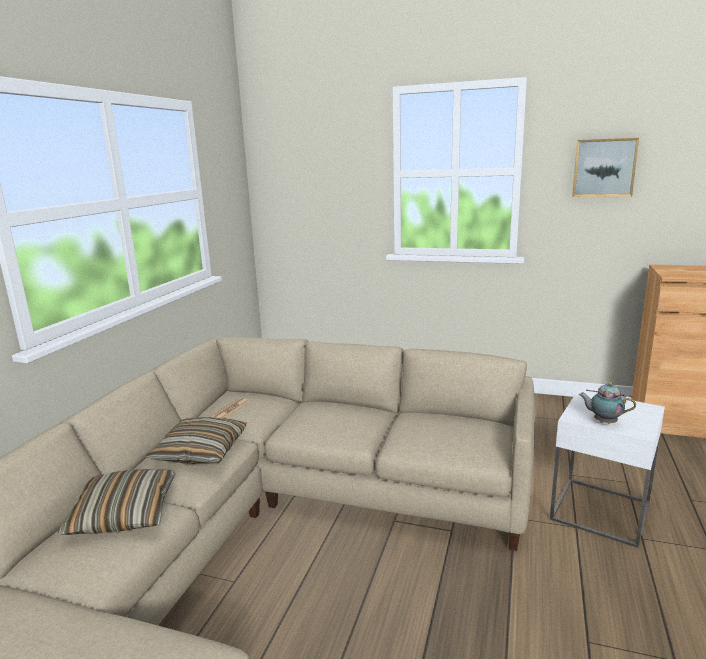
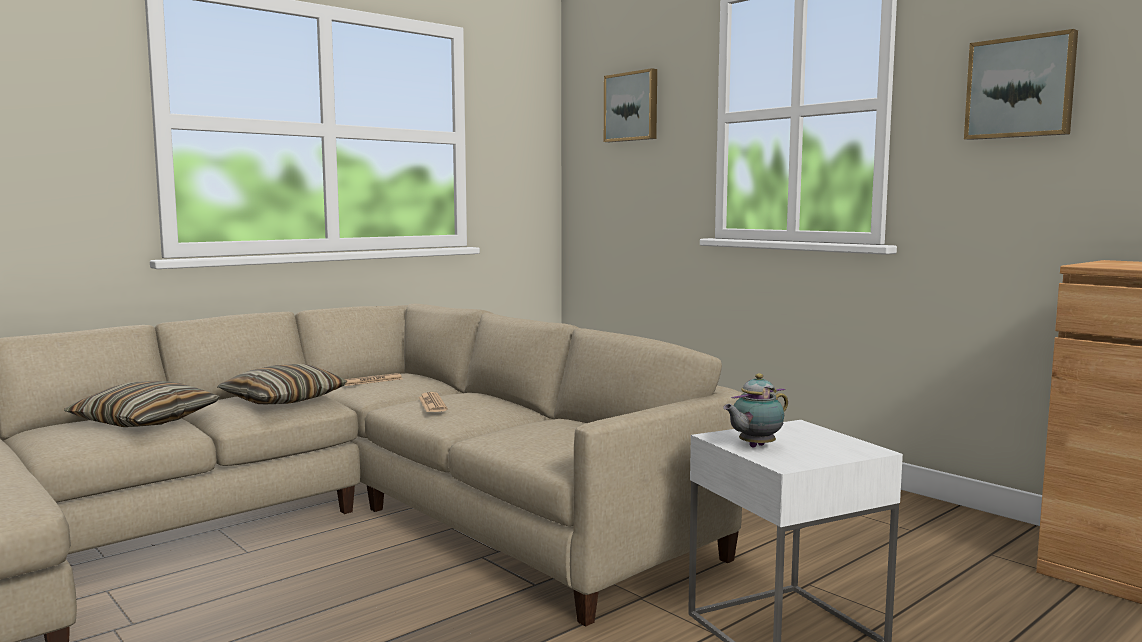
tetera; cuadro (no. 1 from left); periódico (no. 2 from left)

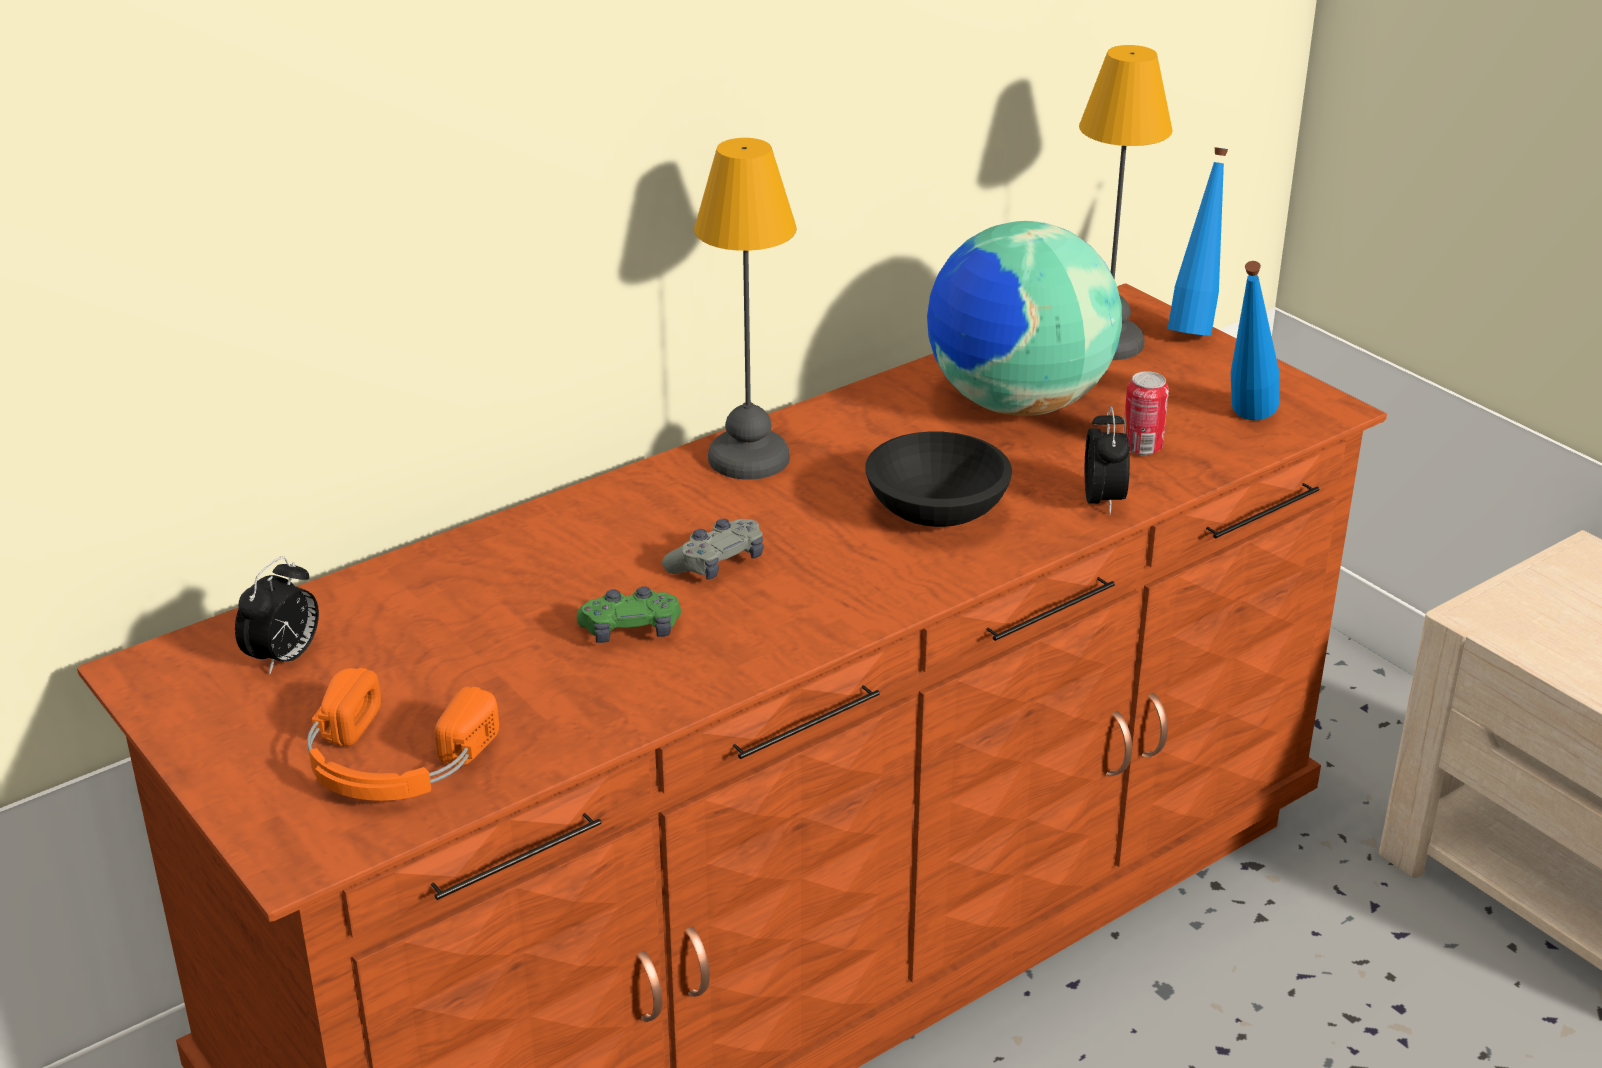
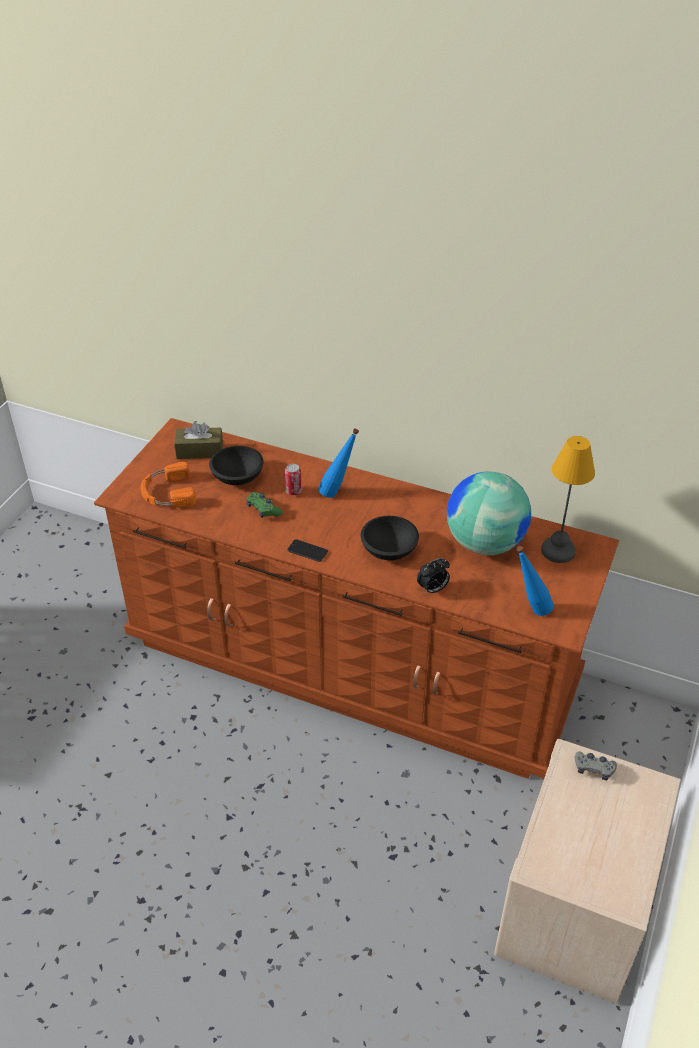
lámpara de mesa (no. 1 from left in the first image); botella (azul) (no. 1 from left); lata; mando de consola (gris); caja de pañuelos (marrón); cuenco (negro) (no. 1 from left); móvil

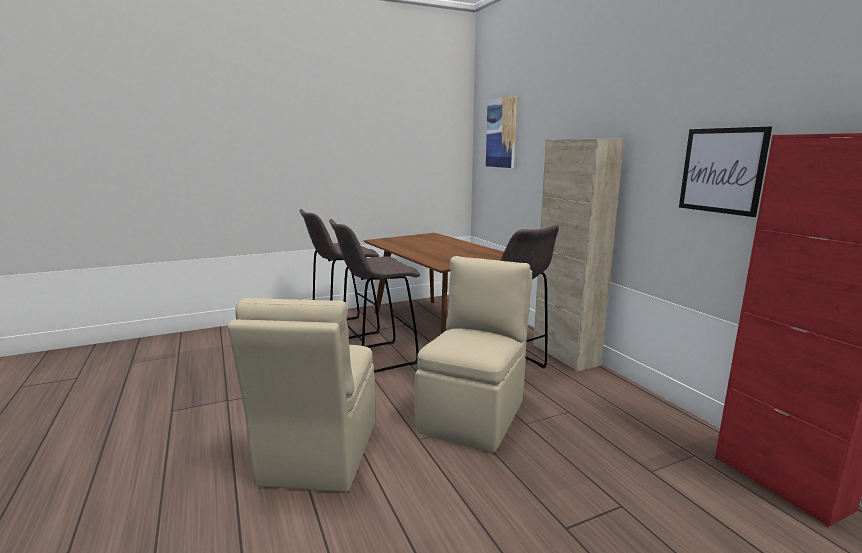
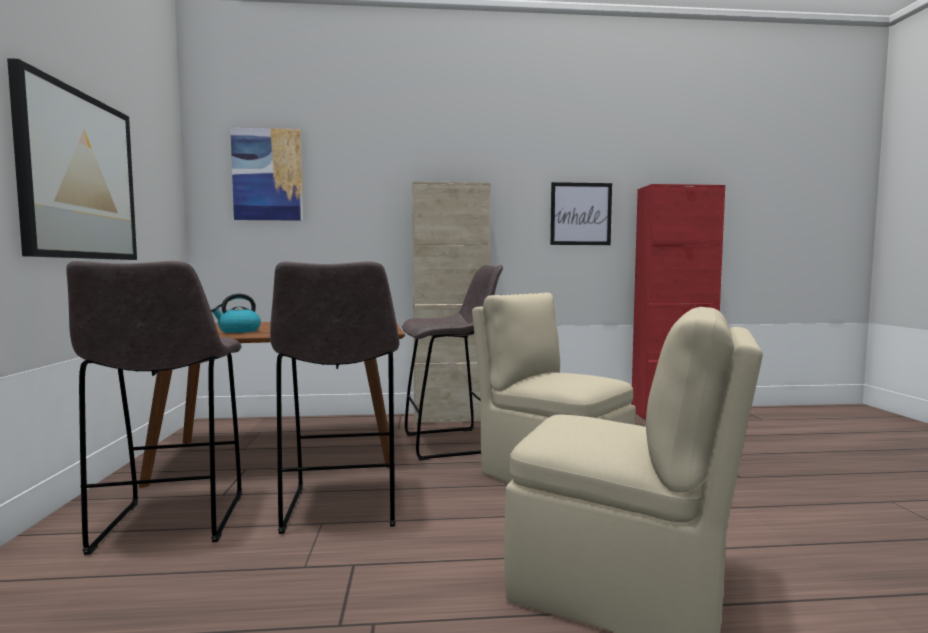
cuadro (no. 1 from left); hervidor

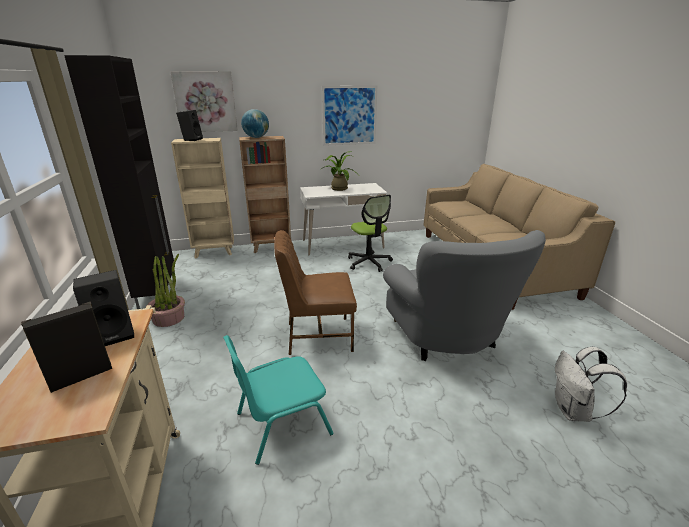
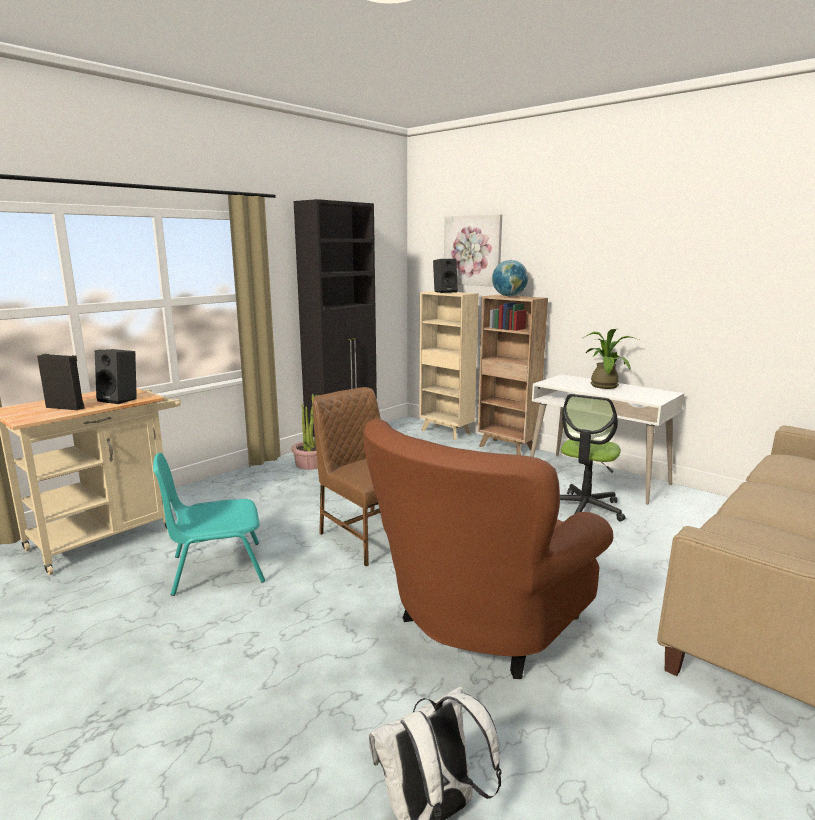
cuadro (no. 2 from left in the first image); sillón (marrón); silla (turquesa)

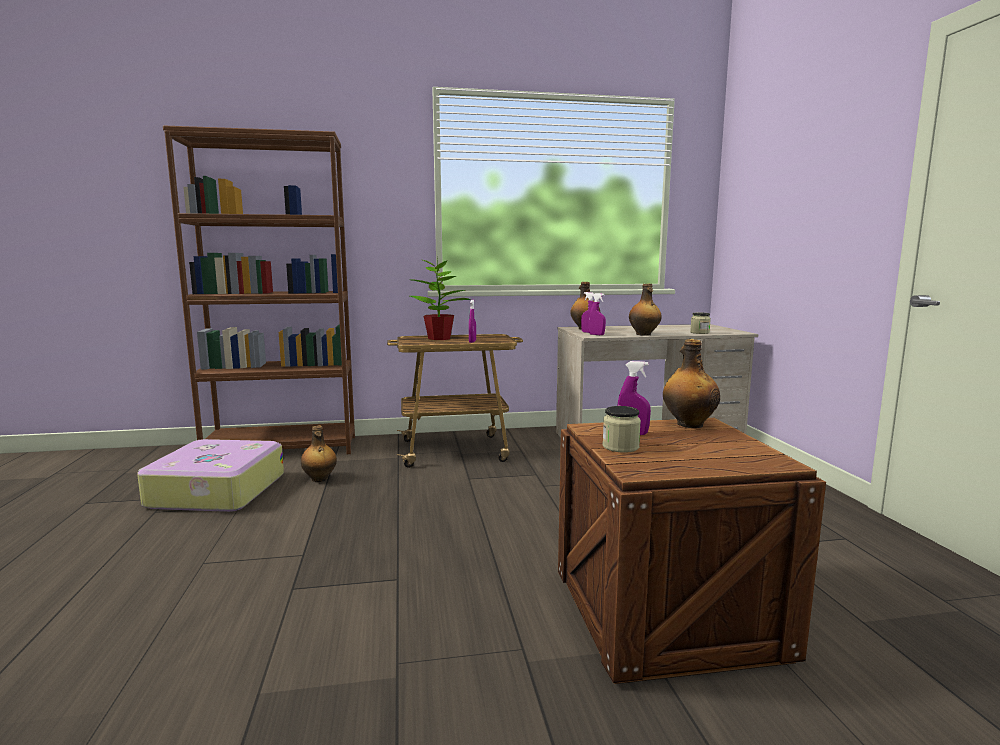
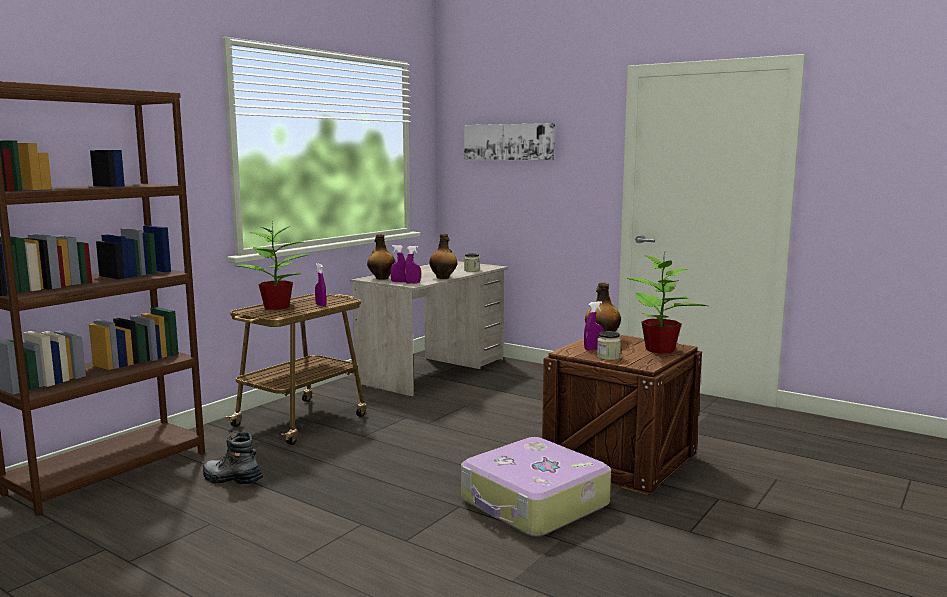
bota; maleta; cuadro; planta en maceta (no. 2 from left)

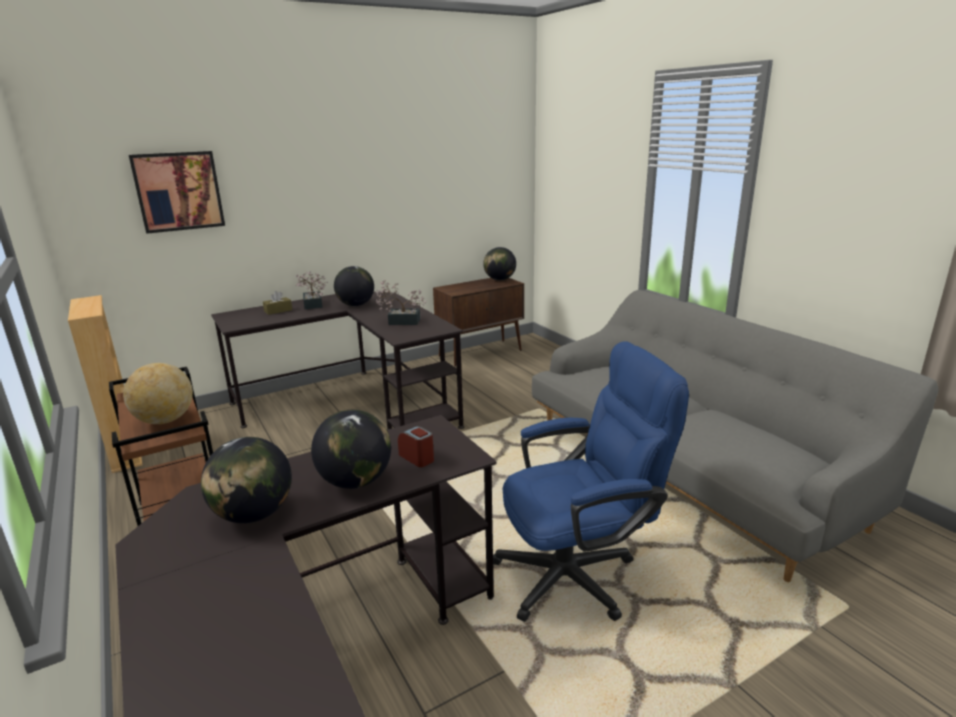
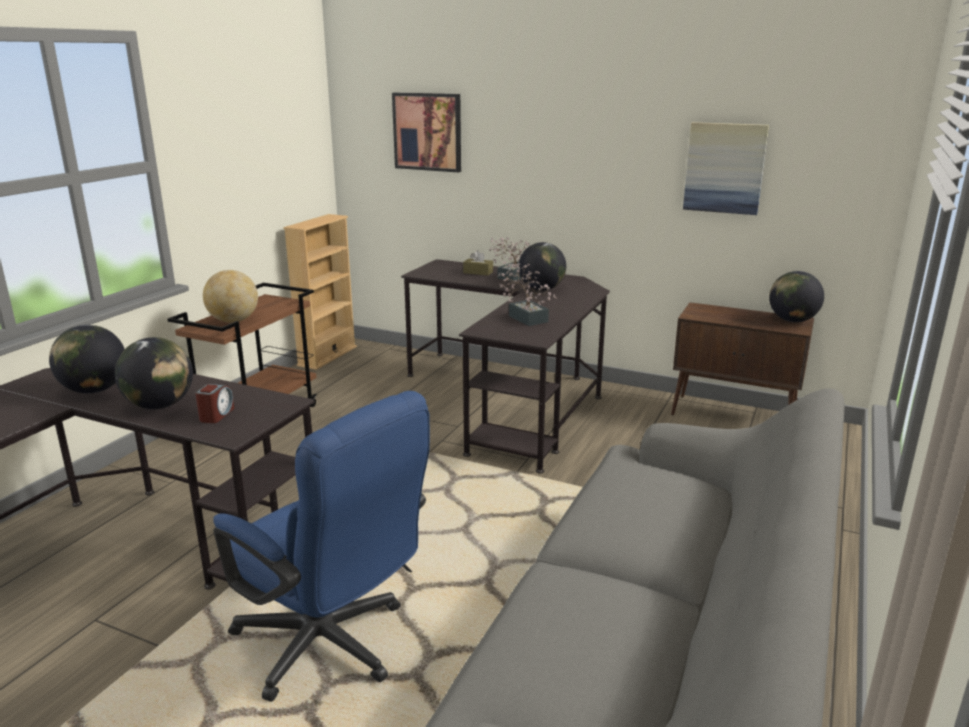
cuadro (no. 2 from left)

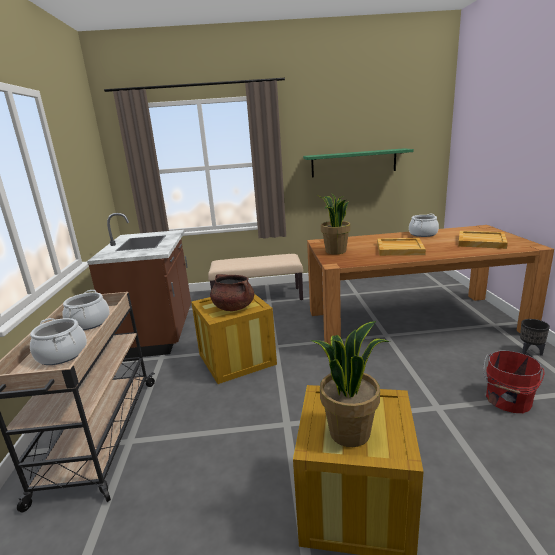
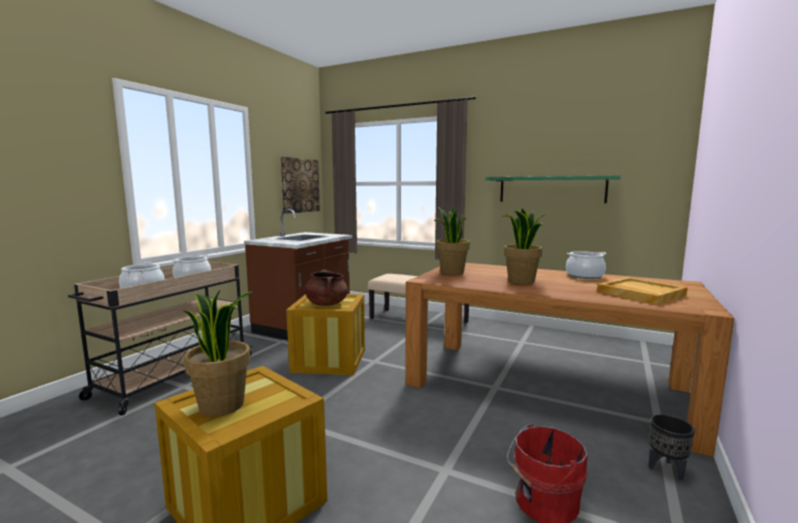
planta en maceta (no. 3 from left); cuadro

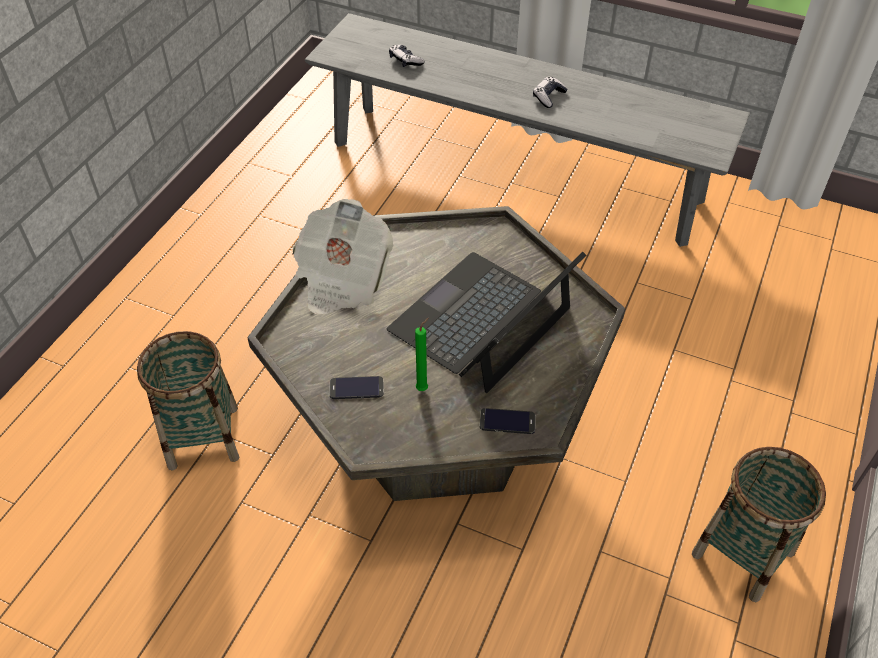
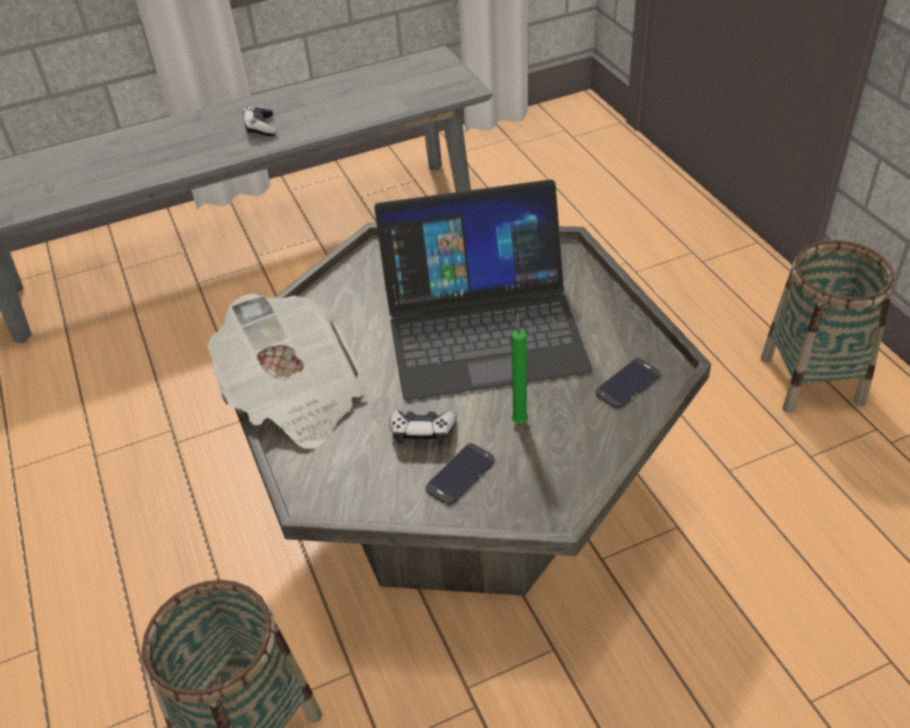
mando de consola (no. 2 from left); portátil

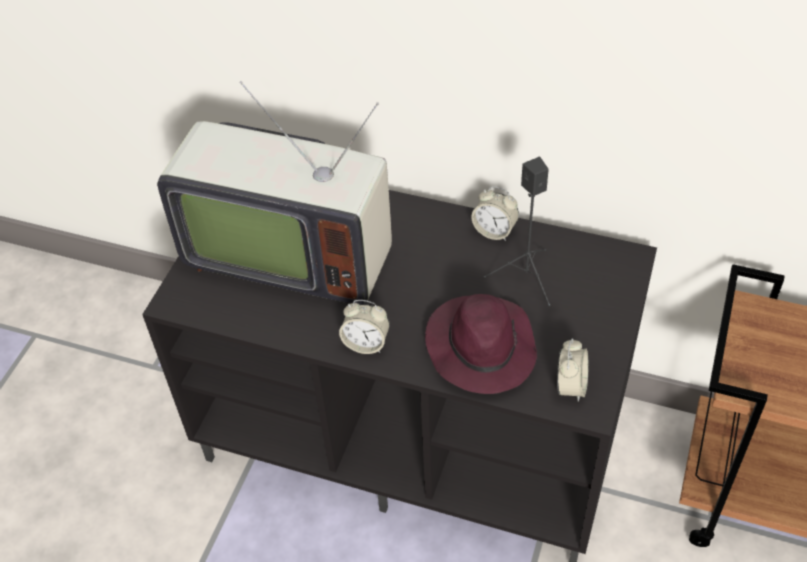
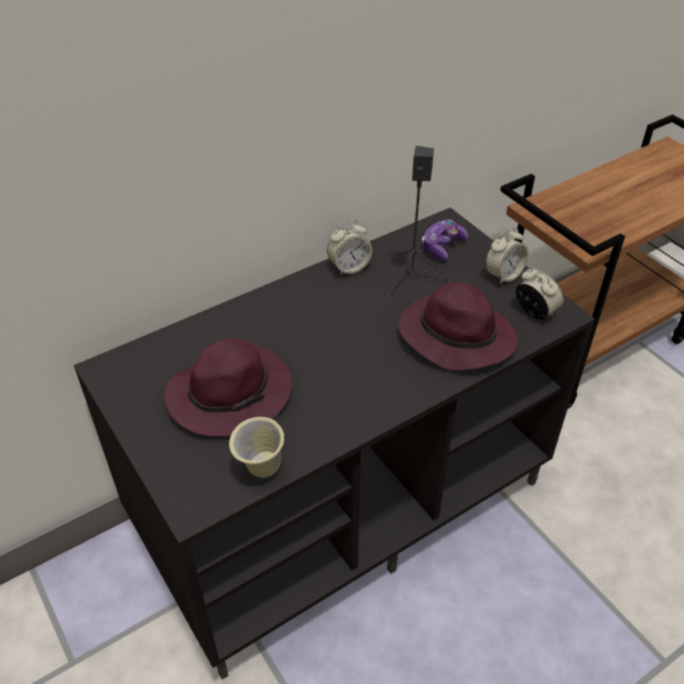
sombrero (morado) (no. 1 from left); despertador (no. 2 from left); mando de consola; taza grande (beis)

